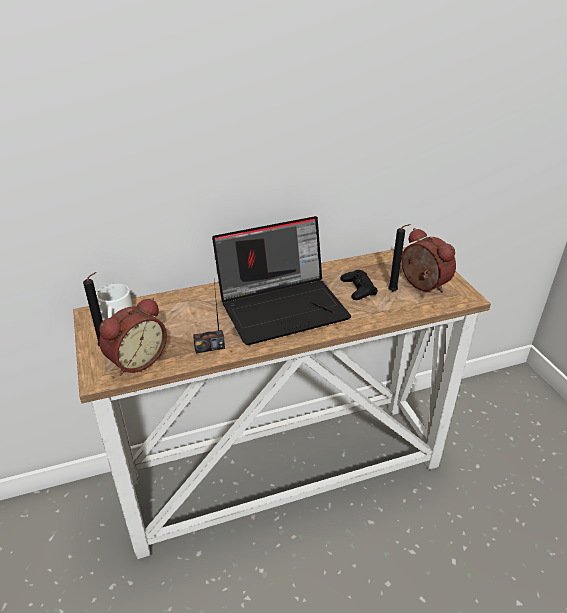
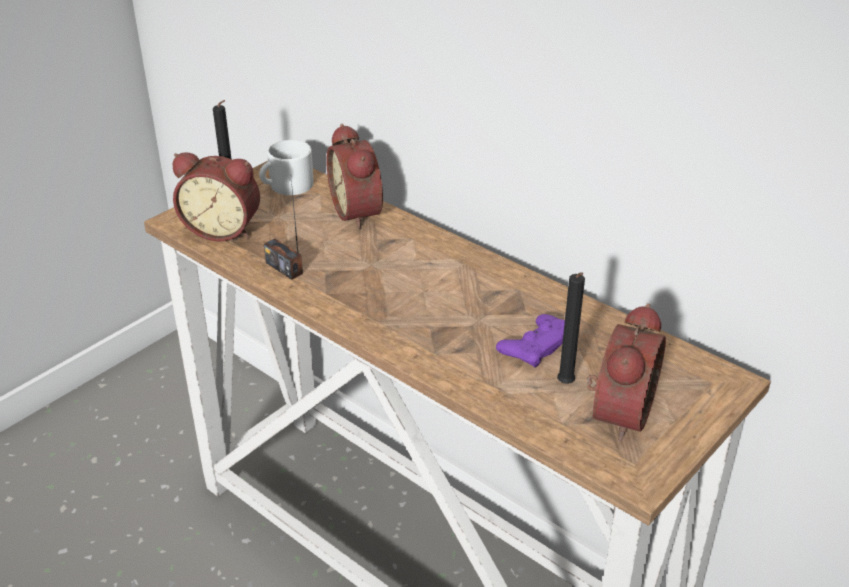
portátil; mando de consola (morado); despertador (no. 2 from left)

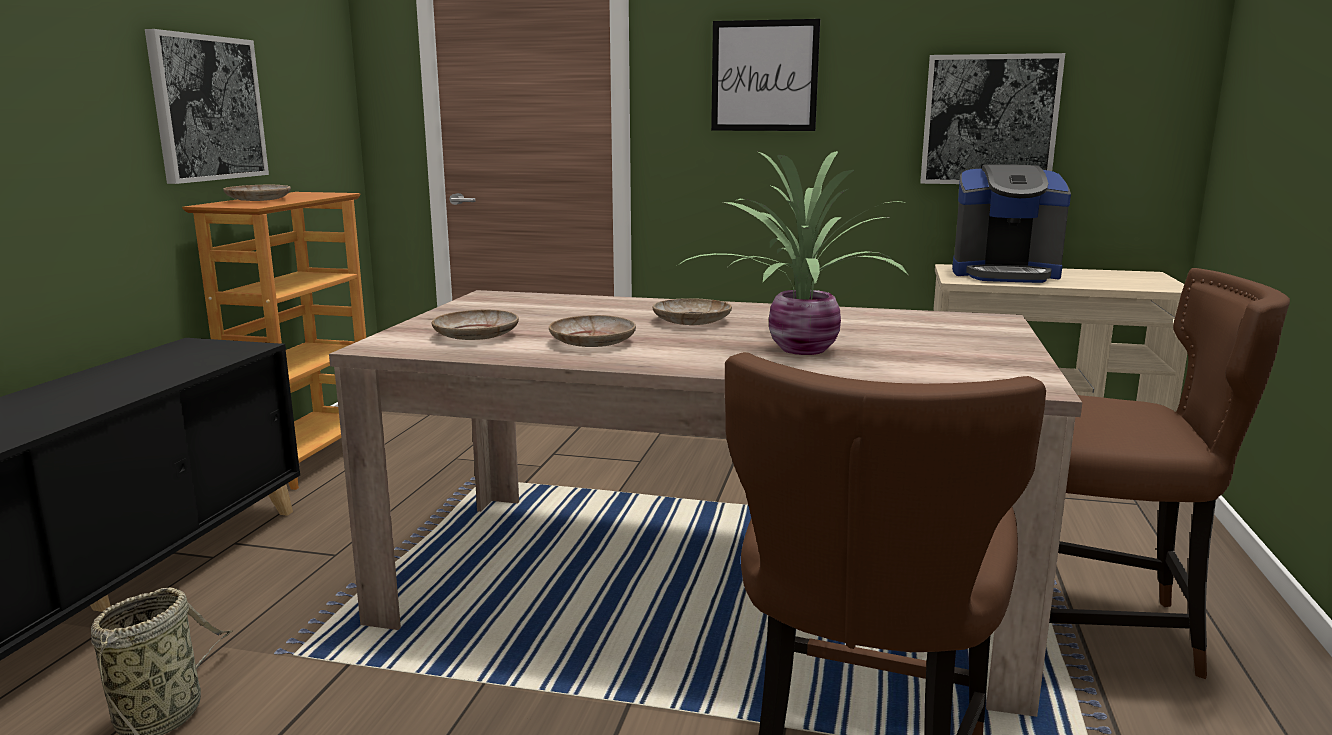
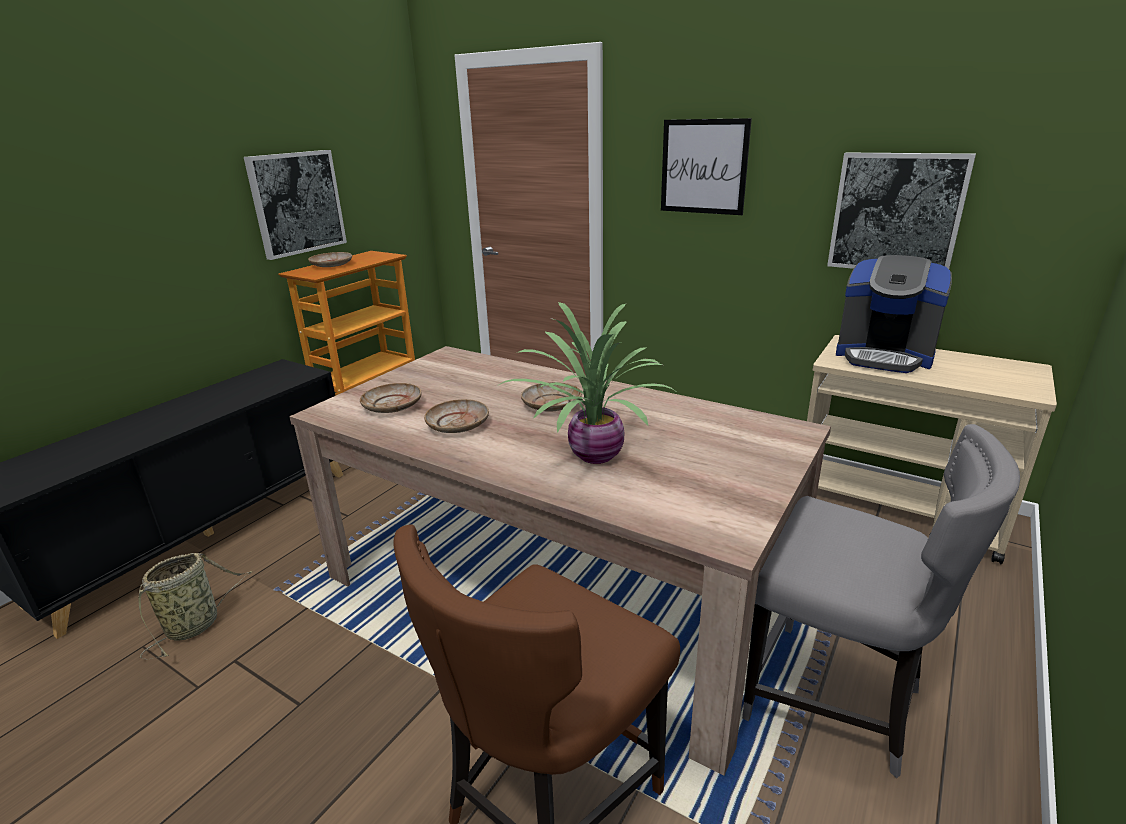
silla (gris)

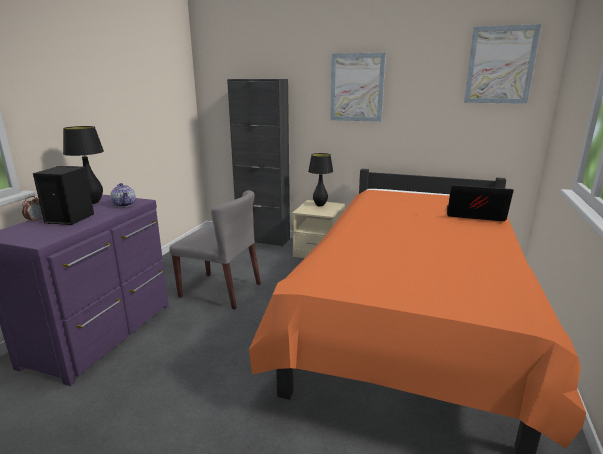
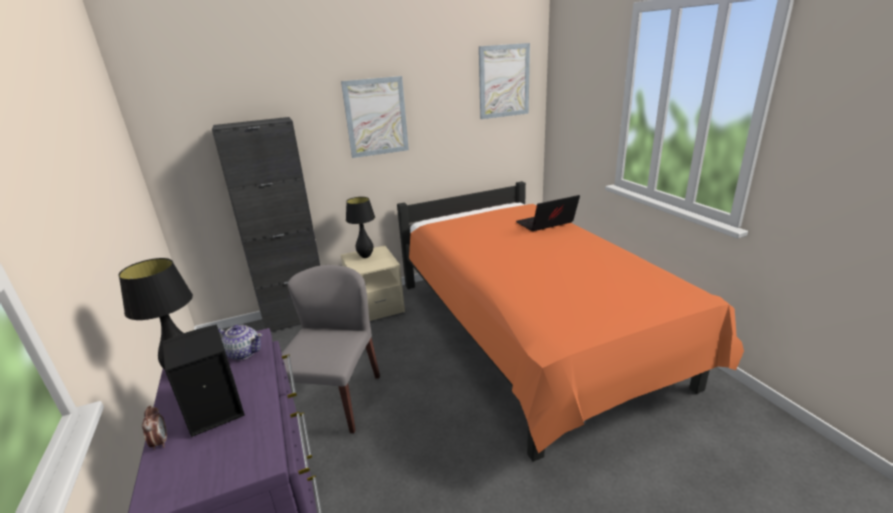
silla (gris)

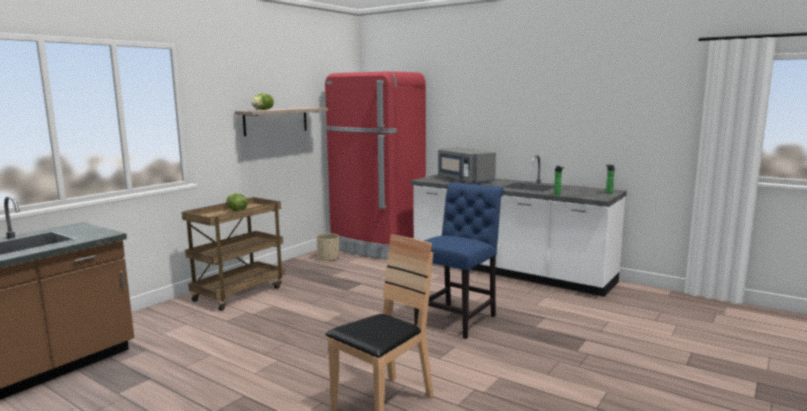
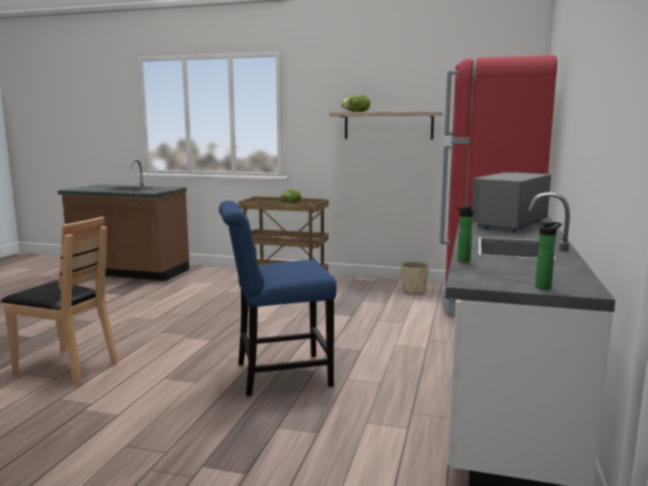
silla (azul)

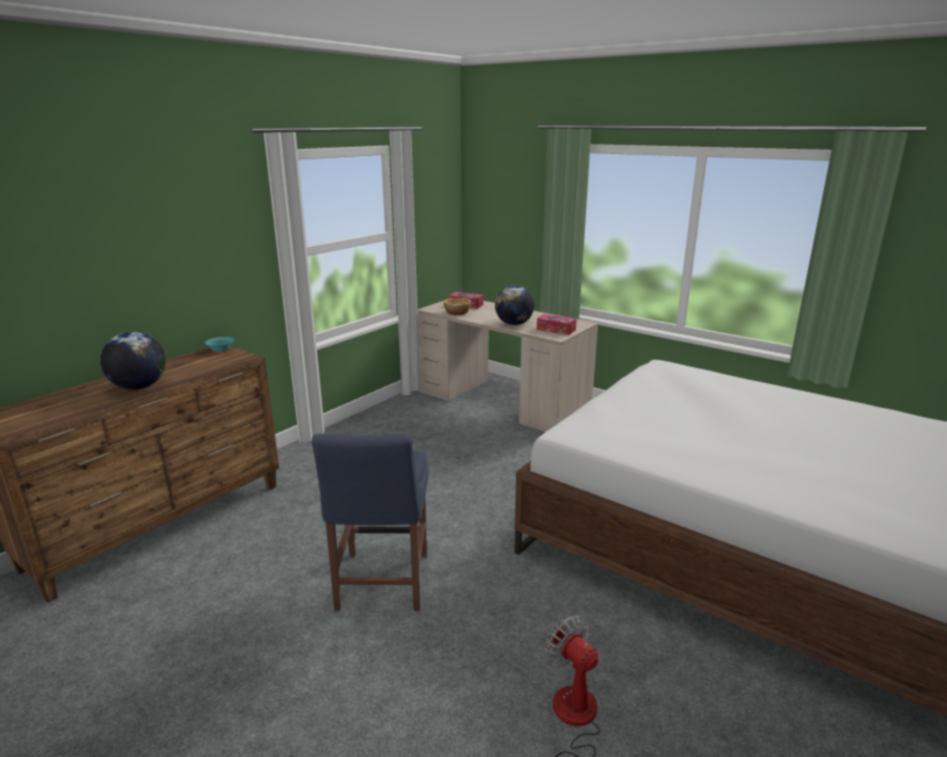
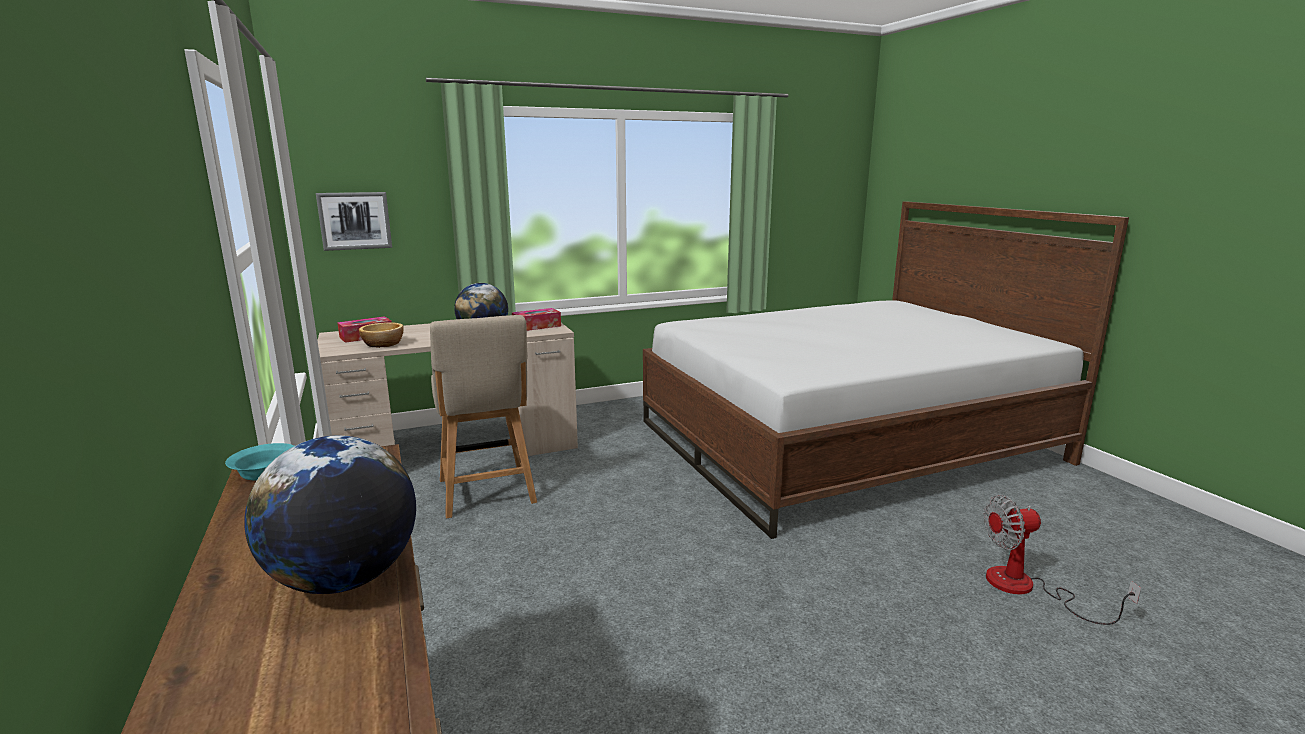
silla (azul); cuadro; silla (beis)

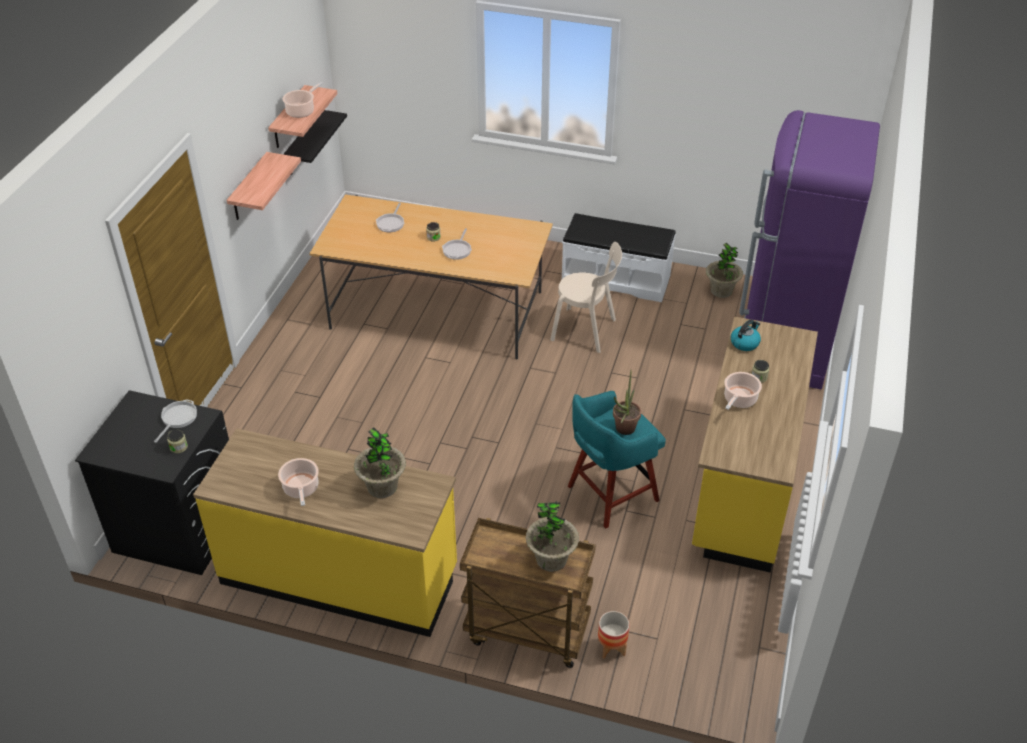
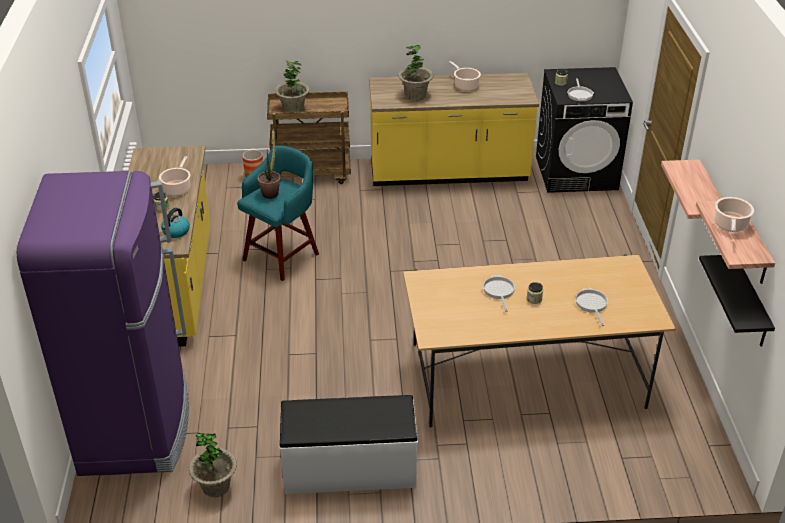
silla (beis)

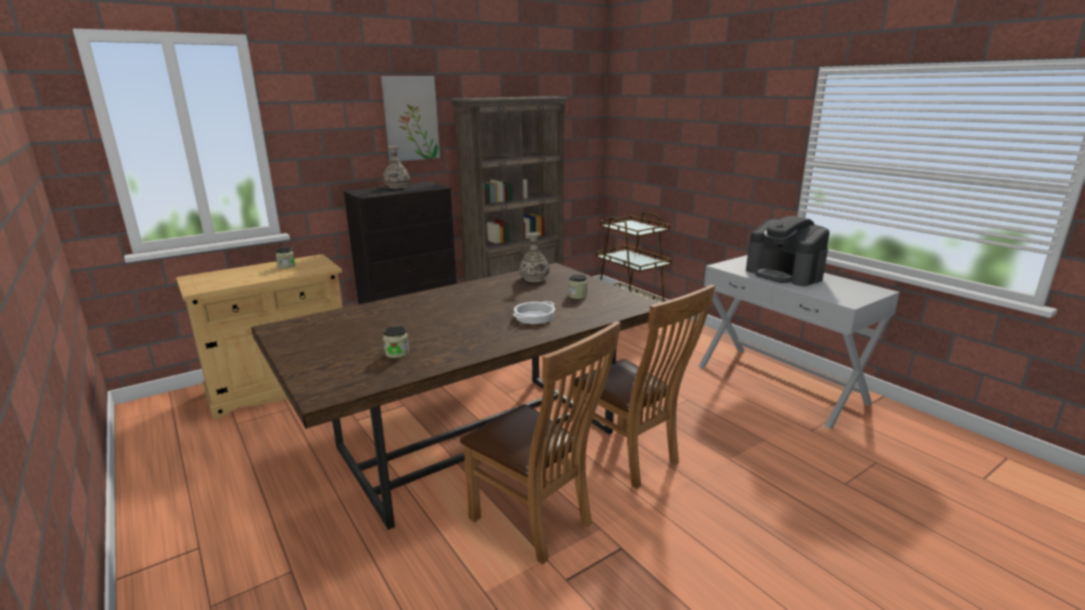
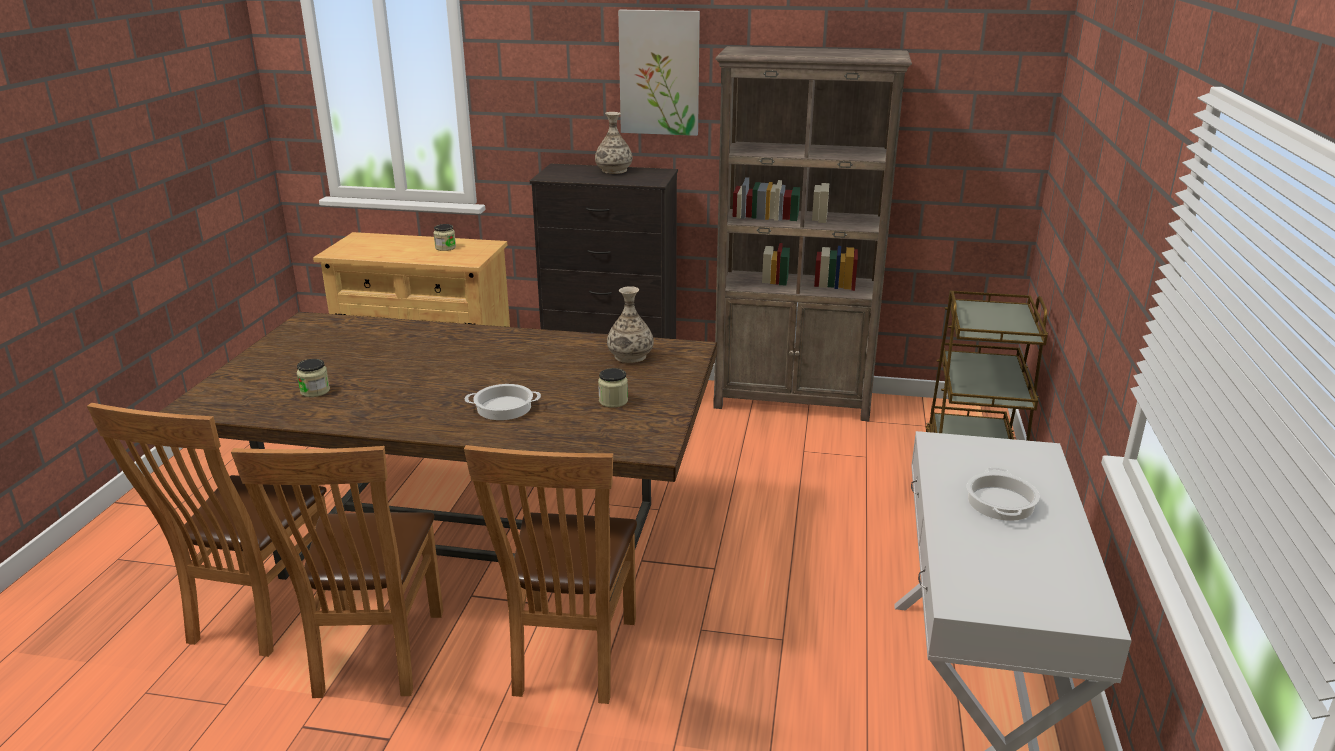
olla (no. 2 from left); silla (marrón) (no. 1 from left)

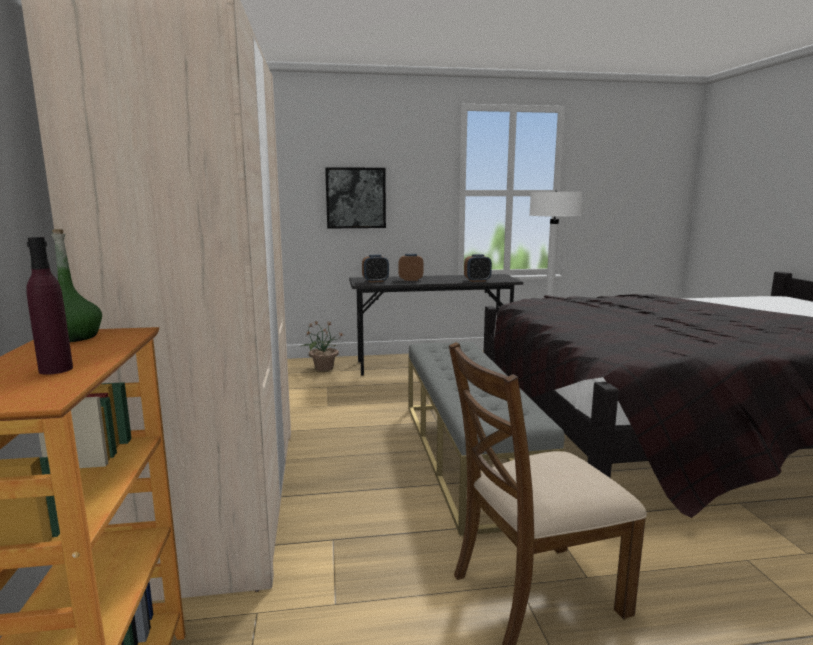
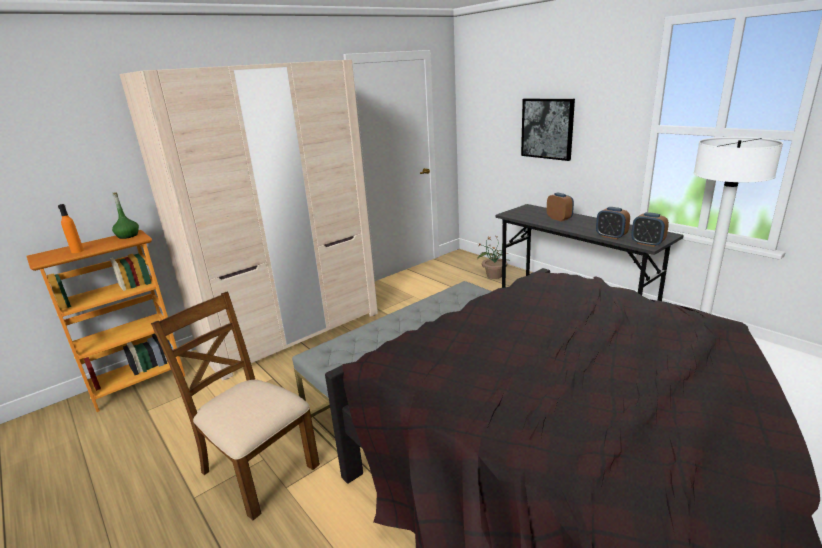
botella (naranja); despertador (no. 3 from left)

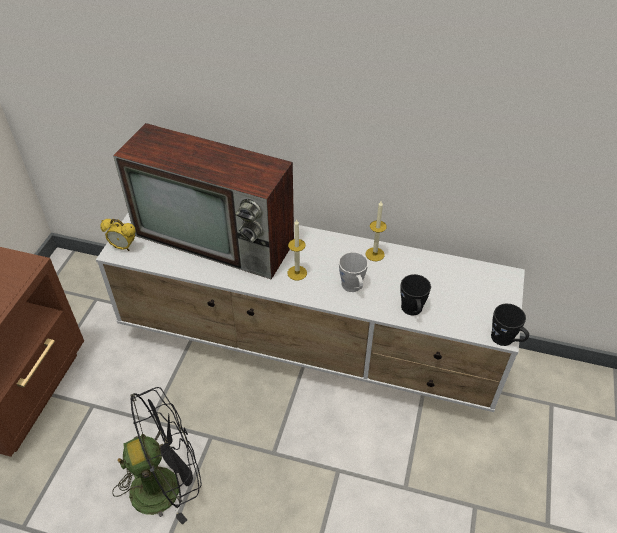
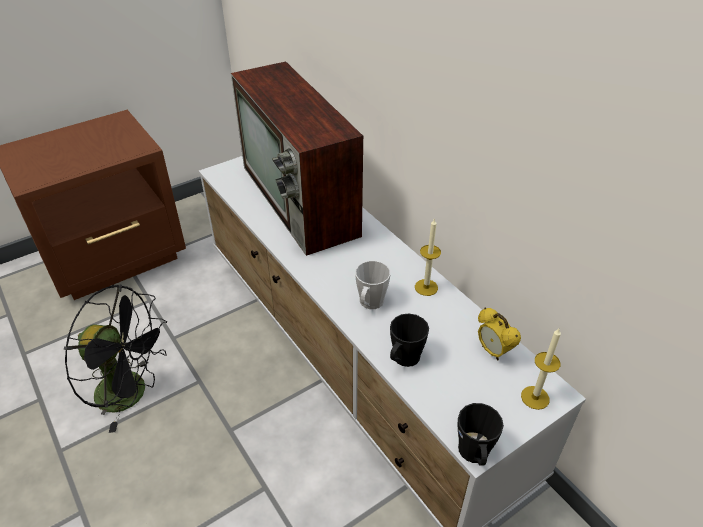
despertador; vela (no. 2 from left)

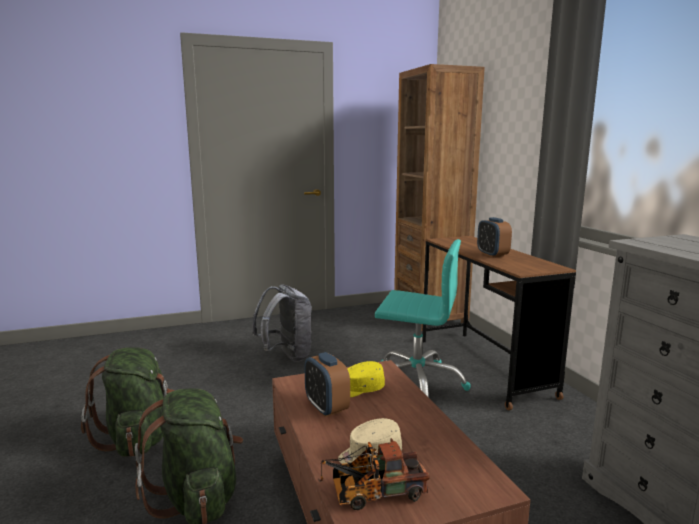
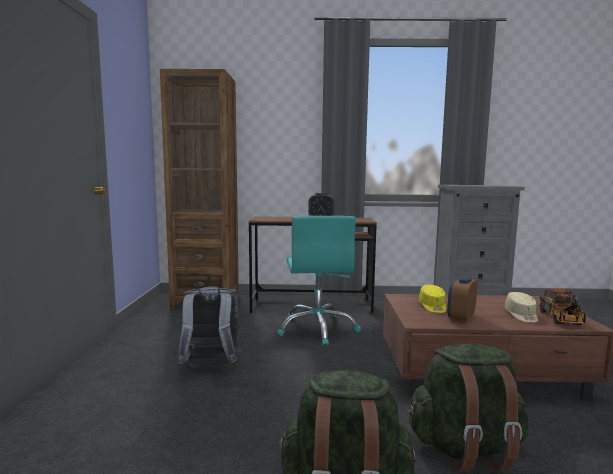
silla de oficina (turquesa); despertador (no. 2 from left)

